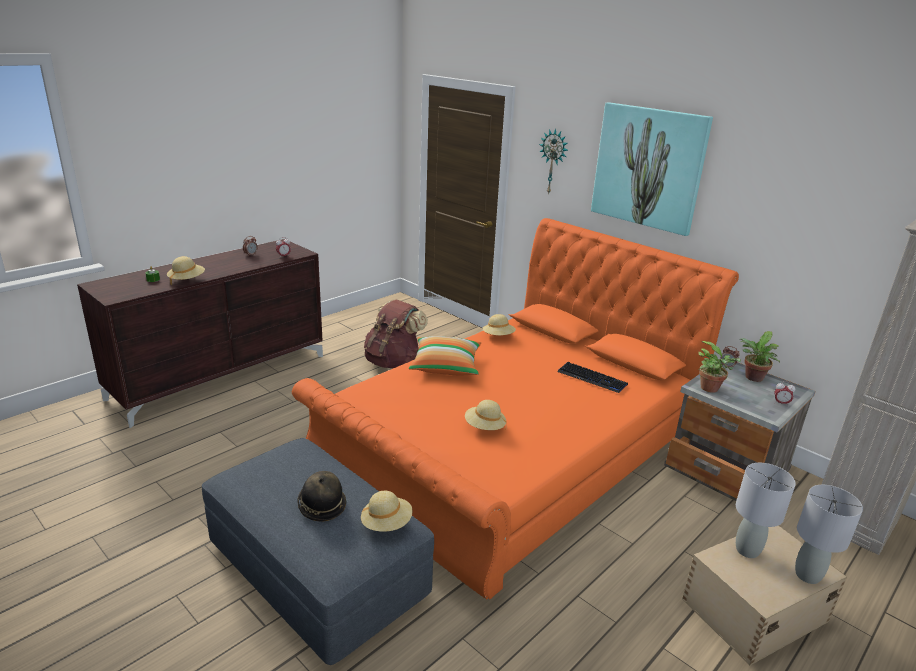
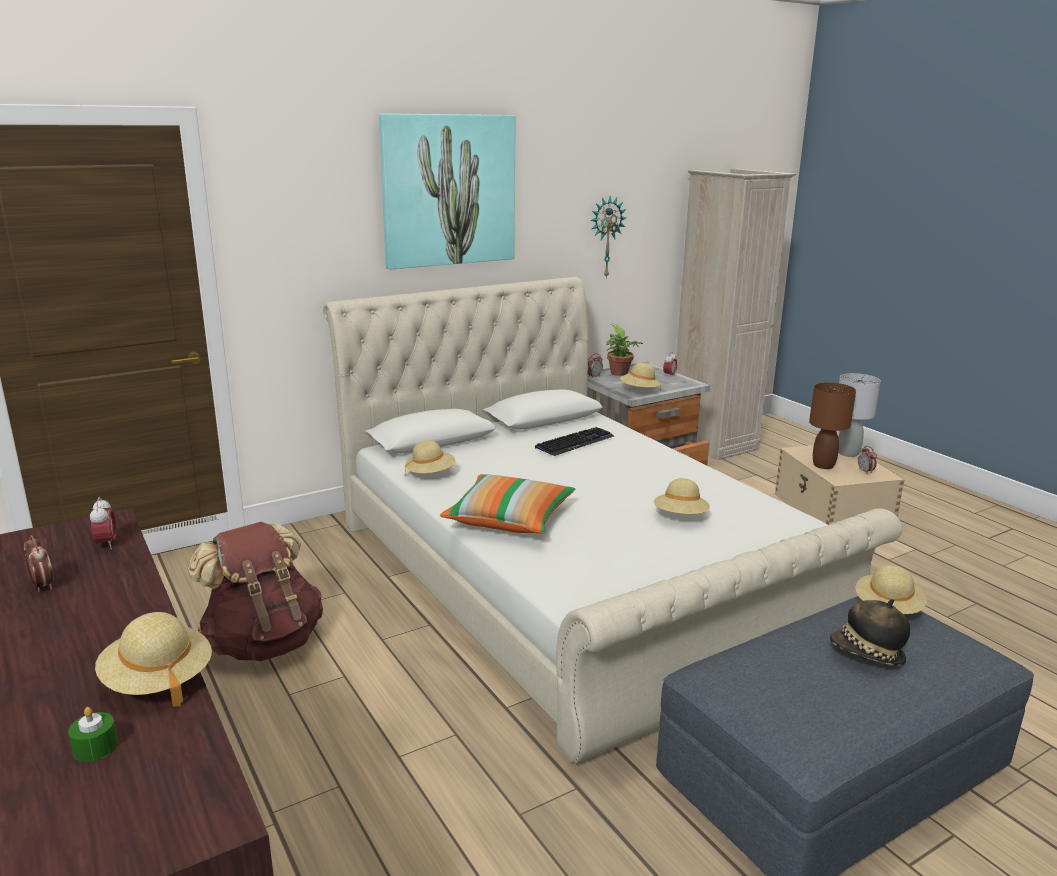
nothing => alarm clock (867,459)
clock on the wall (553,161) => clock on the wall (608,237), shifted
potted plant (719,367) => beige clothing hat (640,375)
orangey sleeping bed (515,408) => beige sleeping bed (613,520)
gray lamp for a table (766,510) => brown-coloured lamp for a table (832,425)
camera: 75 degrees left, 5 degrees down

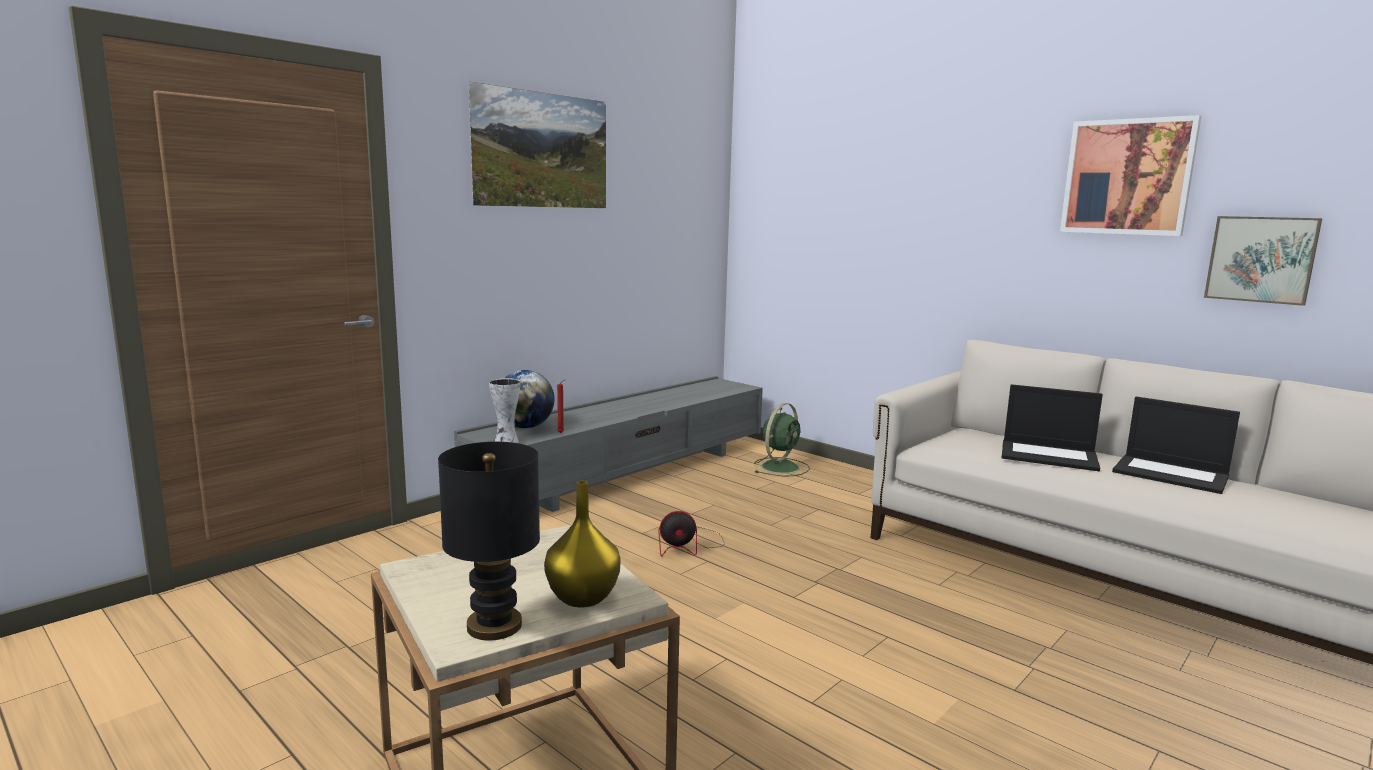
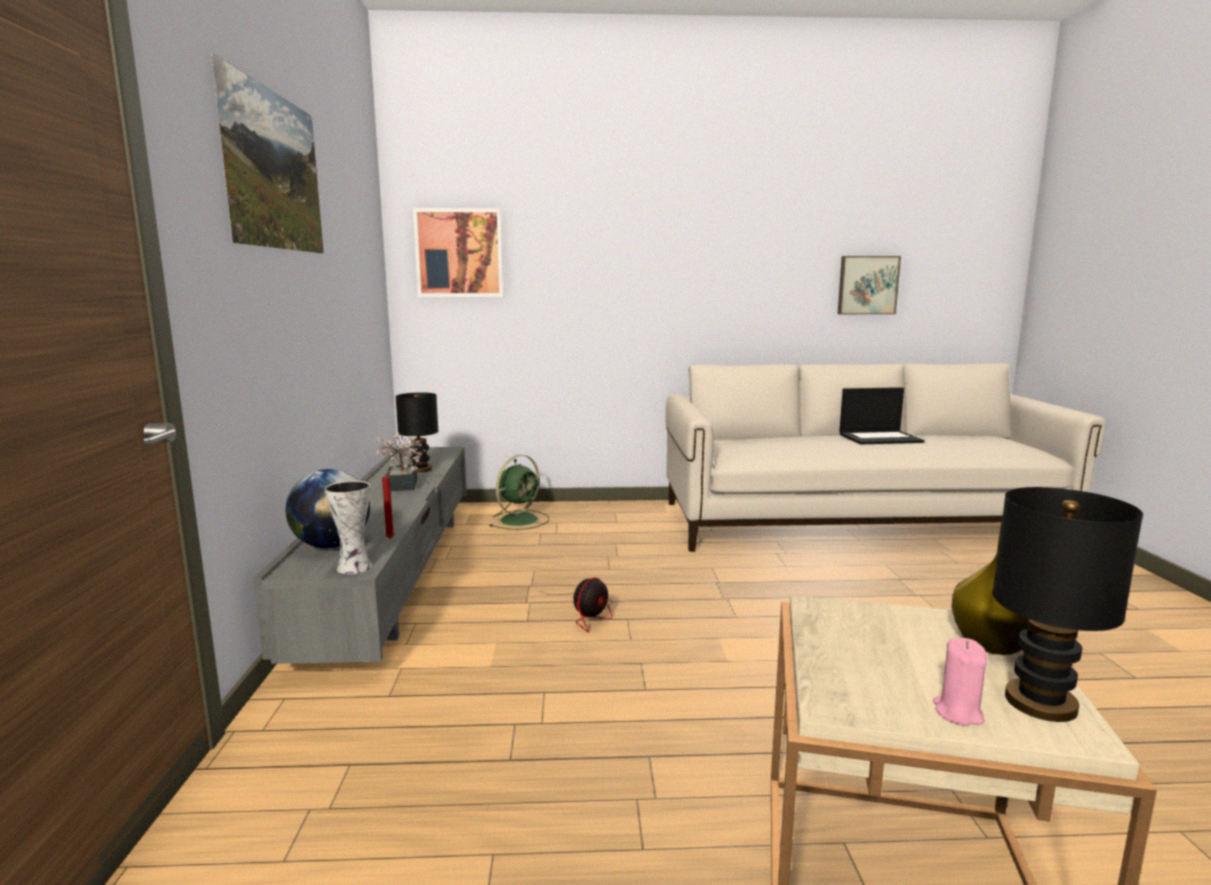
notebook computer (1052,427) => nothing
nothing => potted plant (400,462)
nothing => blackish lamp for a table (416,433)
nothing => pinkish wax candle (960,682)
wall picture (1130,175) => wall picture (458,252), shifted
green fan (782,439) => green fan (519,492), 45 degrees clockwise
camera: 45 degrees left, 0 degrees up

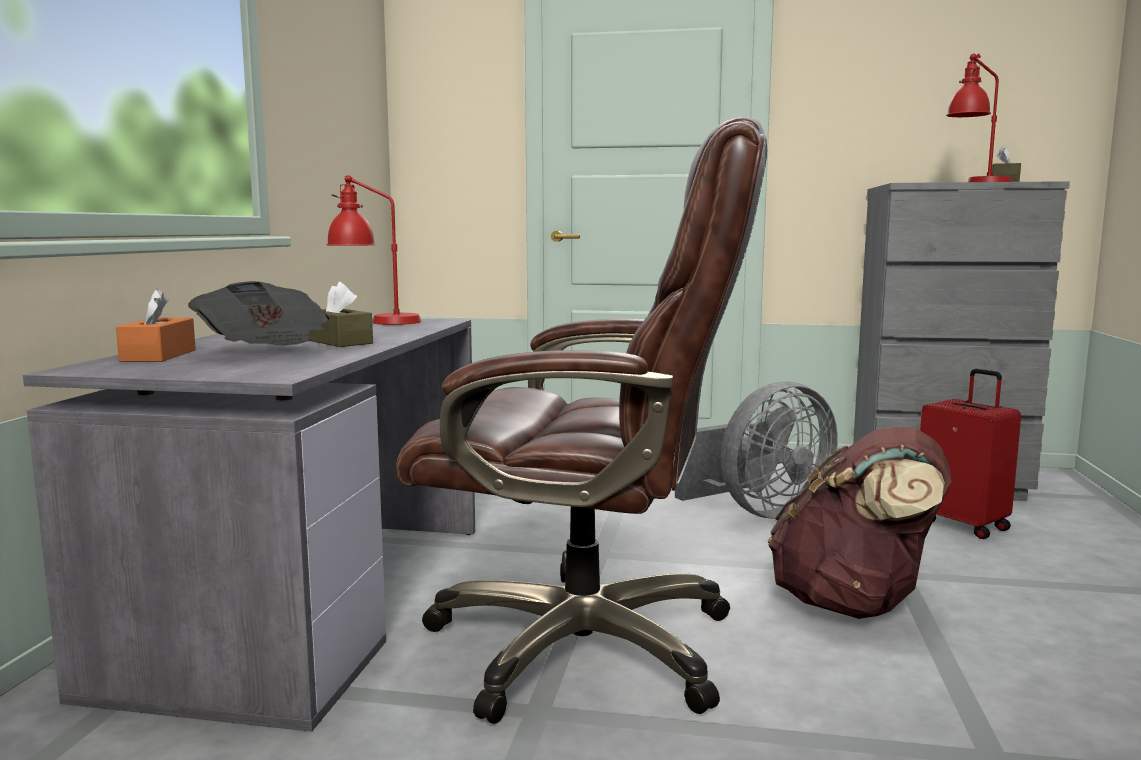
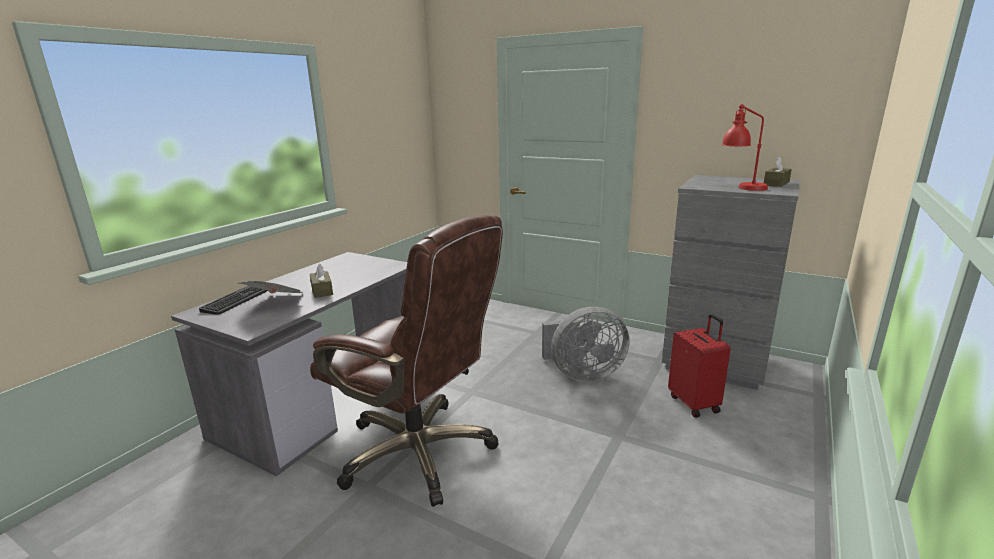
red lamp for a table (373,250) => nothing
brown-coloured rucksack (860,522) => nothing
orangey tissue box (156,325) => computer keyboard (233,300)
camera: 20 degrees right, 10 degrees up

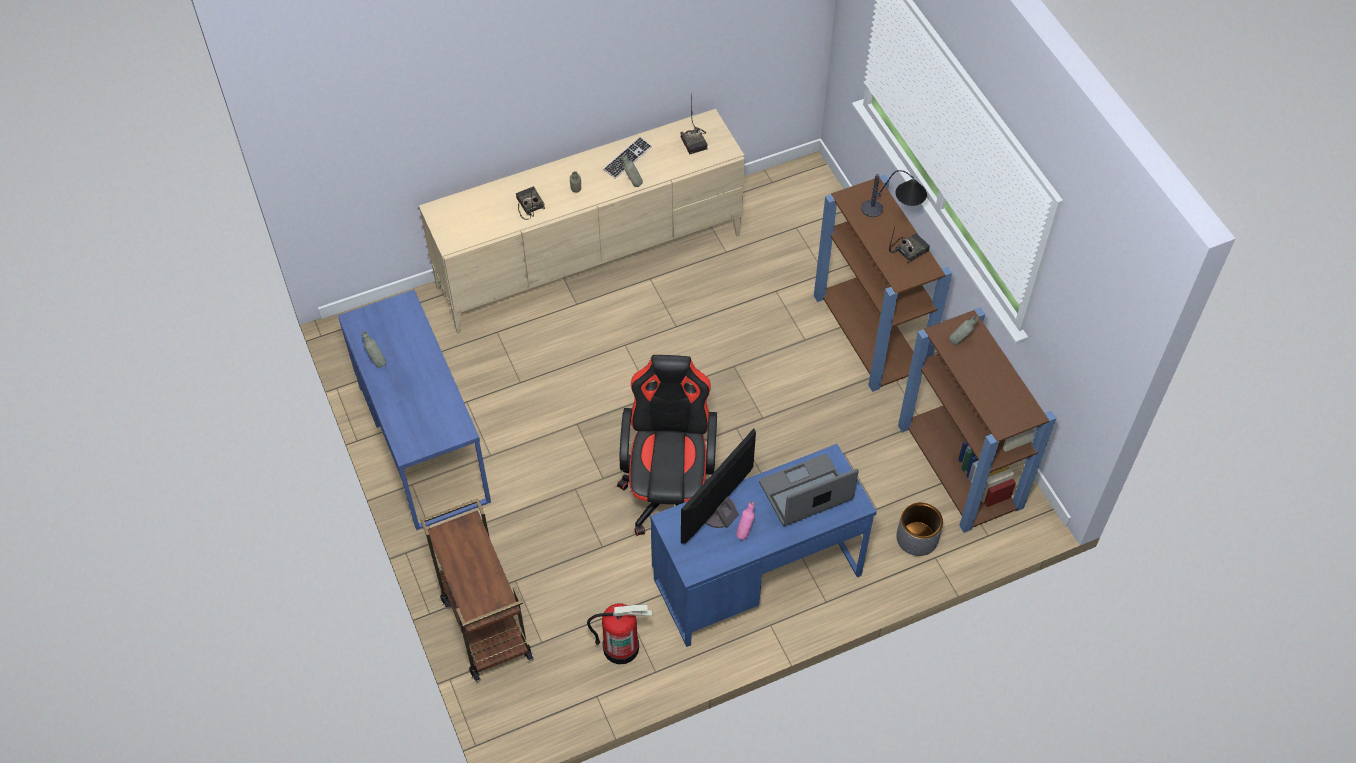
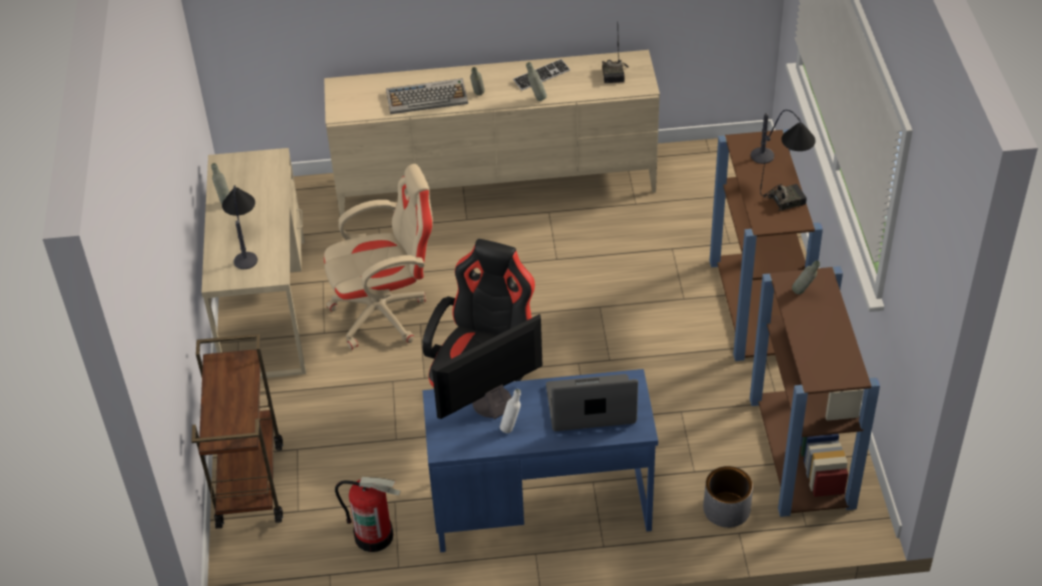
nothing => lamp for a table (240,227)
nothing => beige office chair (378,257)
radio (530,203) => computer keyboard (427,96)
blue desk (414,410) => beige desk (253,263)
pinkish bottle (745,520) => whitish bottle (510,411)
camera: 20 degrees right, 10 degrees down

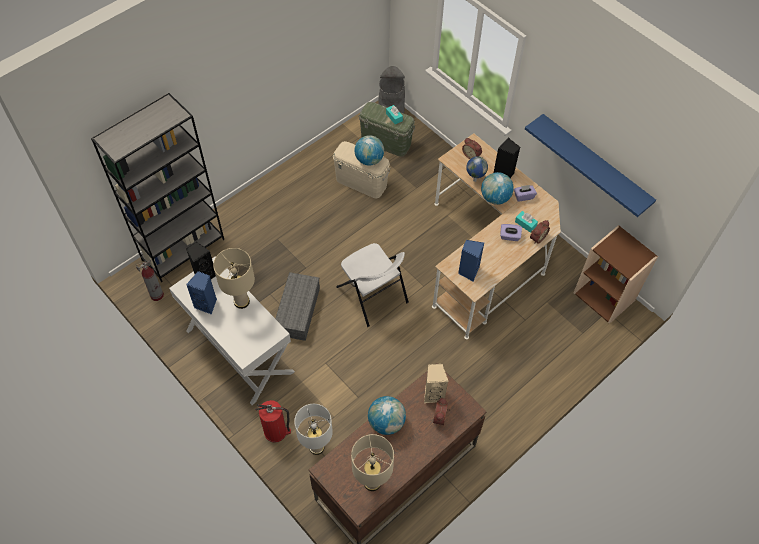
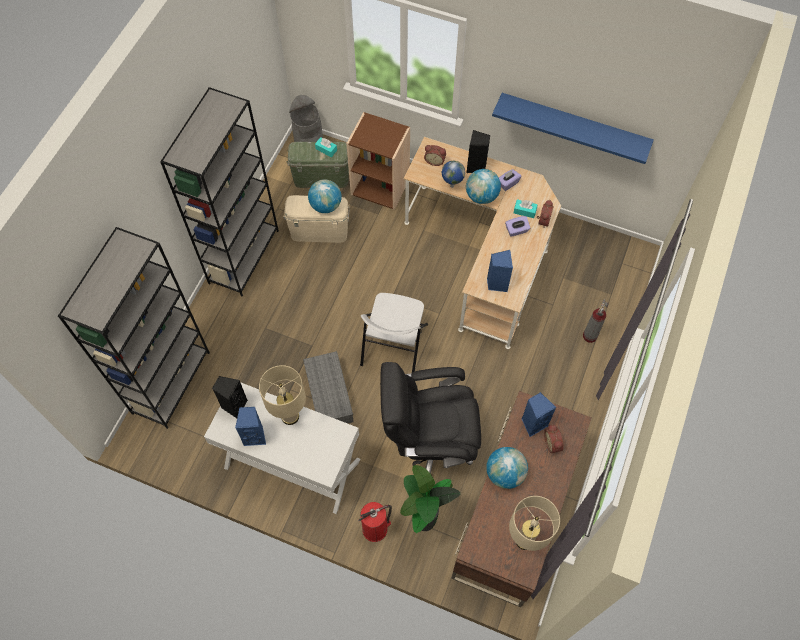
nothing => gray bookcase (219,191)
nothing => blackish office chair (430,418)
fire extinguisher (150,280) => fire extinguisher (595,321), shifted
brown-coloured bookcase (615,274) => brown-coloured bookcase (378,161), shifted
whitish lamp for a table (313,429) => potted plant (430,499)
beige speaker (436,383) => blue speaker (539,414)
whitish upright chair (372,285) => whitish upright chair (394,333), 75 degrees clockwise
camera: 25 degrees left, 5 degrees up

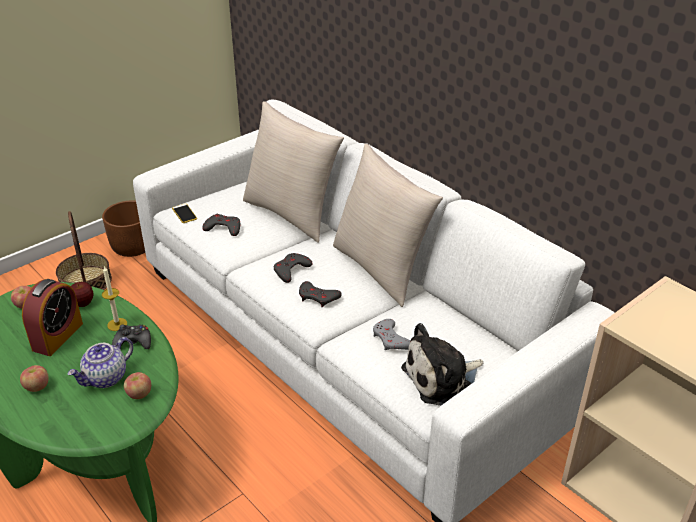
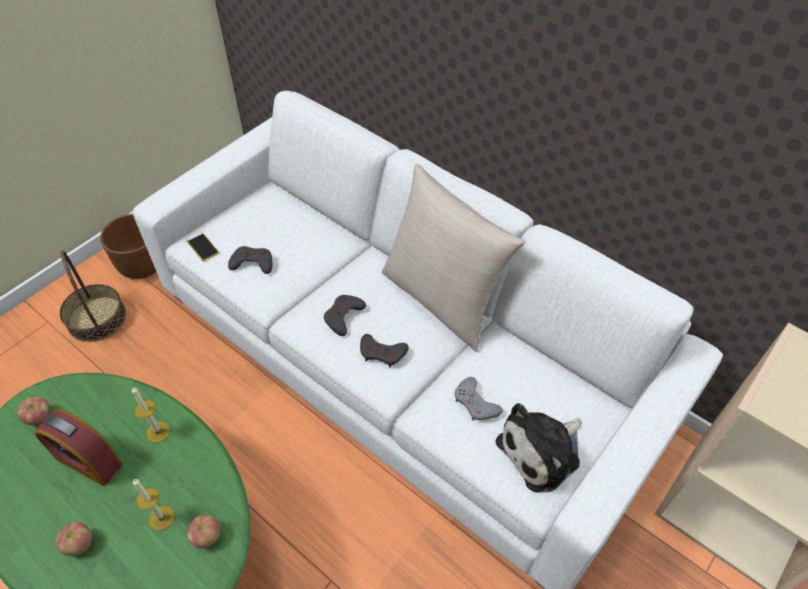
whole apple (82,294) => nothing
blackish joypad (131,336) => nothing
beige throw pillow (293,172) => nothing
tea pot (100,362) => wax candle (154,505)
alarm clock (52,317) => alarm clock (78,447), 105 degrees clockwise
camera: 10 degrees left, 15 degrees up

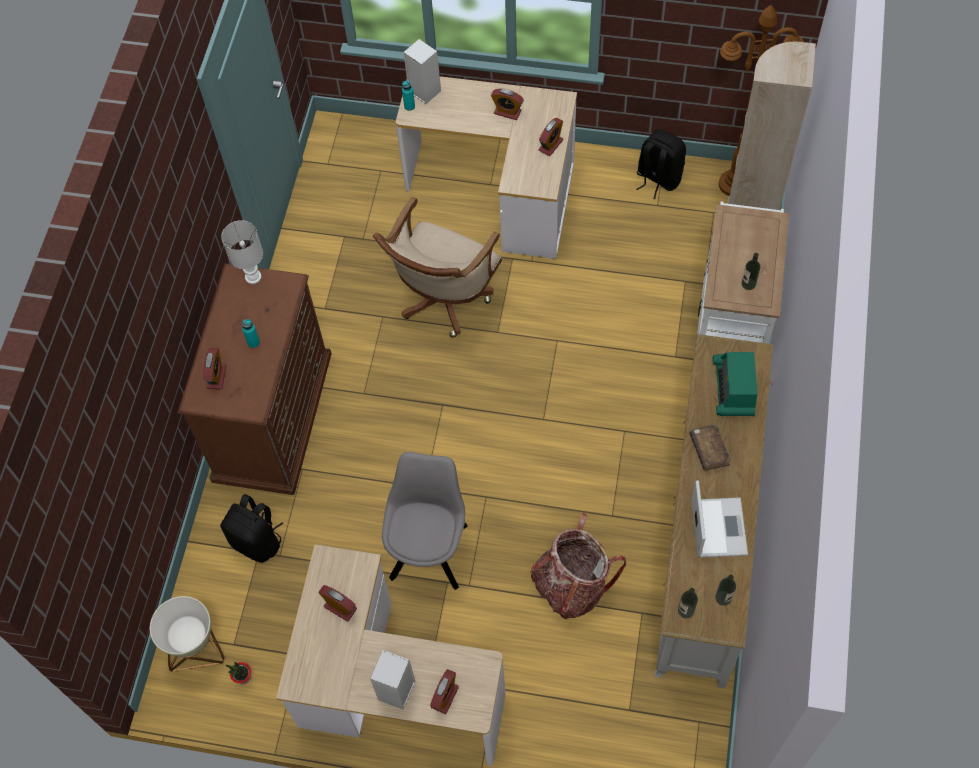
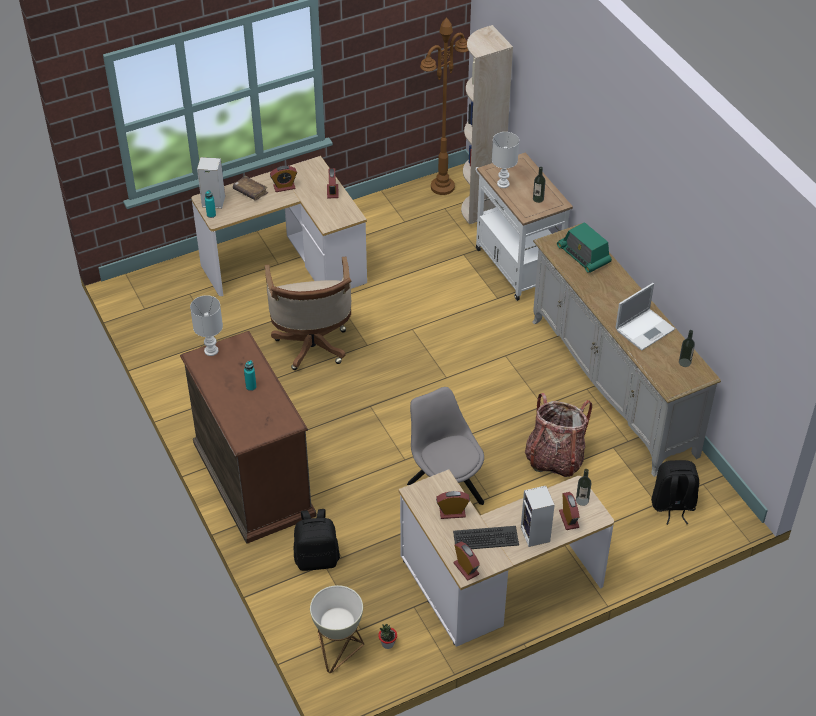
nothing => computer keyboard (486,537)
nothing => whitish lamp for a table (505,160)
alarm clock (215,369) => alarm clock (467,561), shifted
blackish rucksack (661,164) => blackish rucksack (675,492), shifted
bottle (688,603) => bottle (583,487), shifted
brown-coloured book (711,447) => brown-coloured book (250,188), shifted
notebook computer (719,519) => notebook computer (645,317), 90 degrees clockwise
camera: 40 degrees left, 15 degrees down

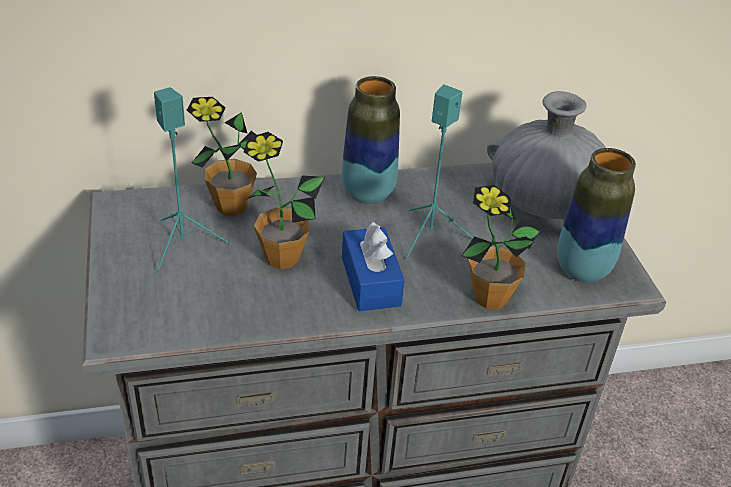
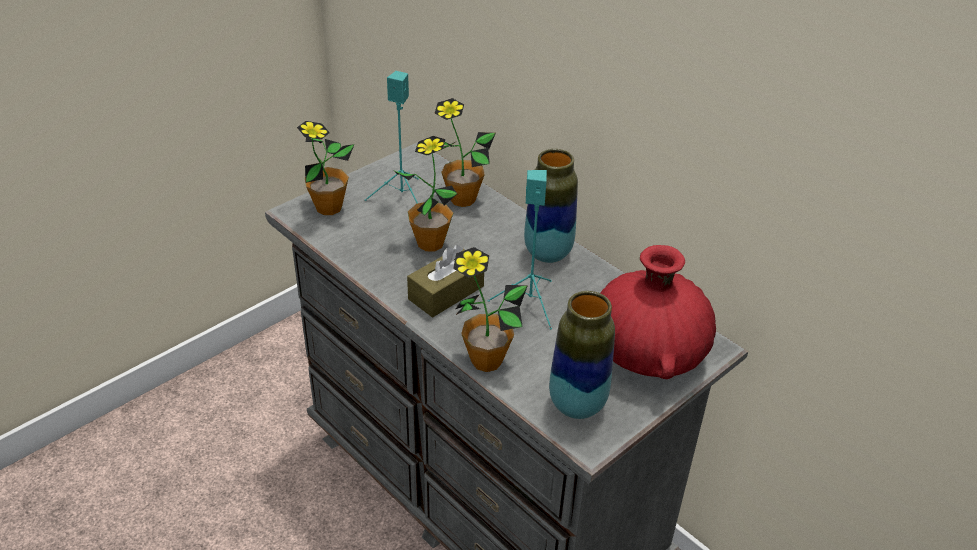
nothing => potted plant (325,168)
blue tissue box (373,266) => brown-coloured tissue box (445,281)
gray vase (546,155) => red vase (658,312)
camera: 60 degrees right, 0 degrees up

